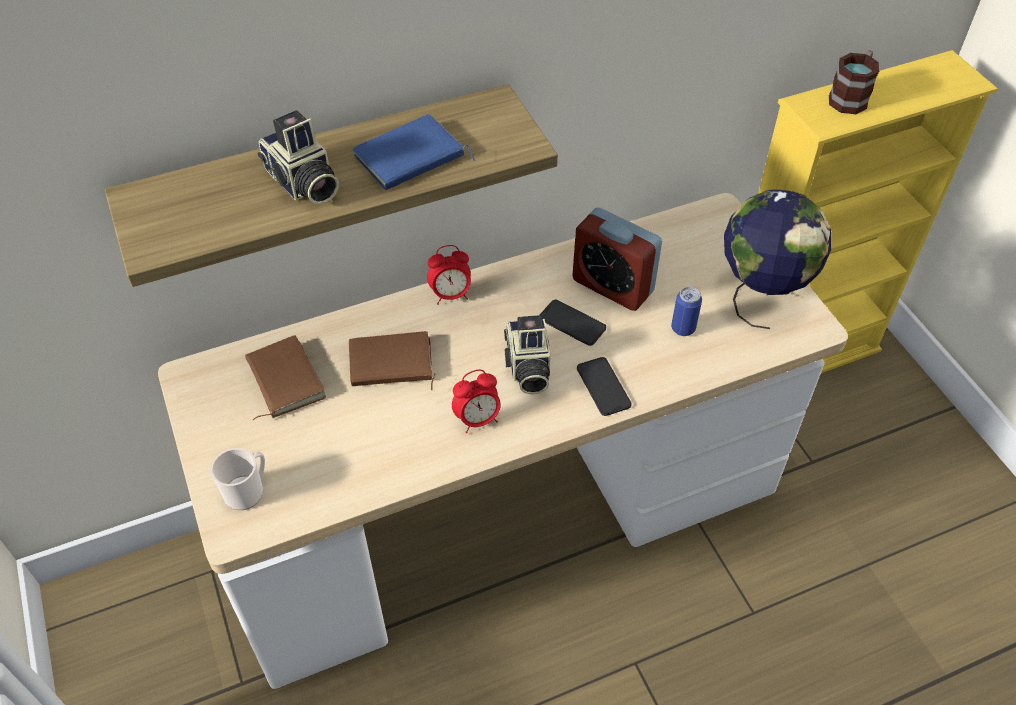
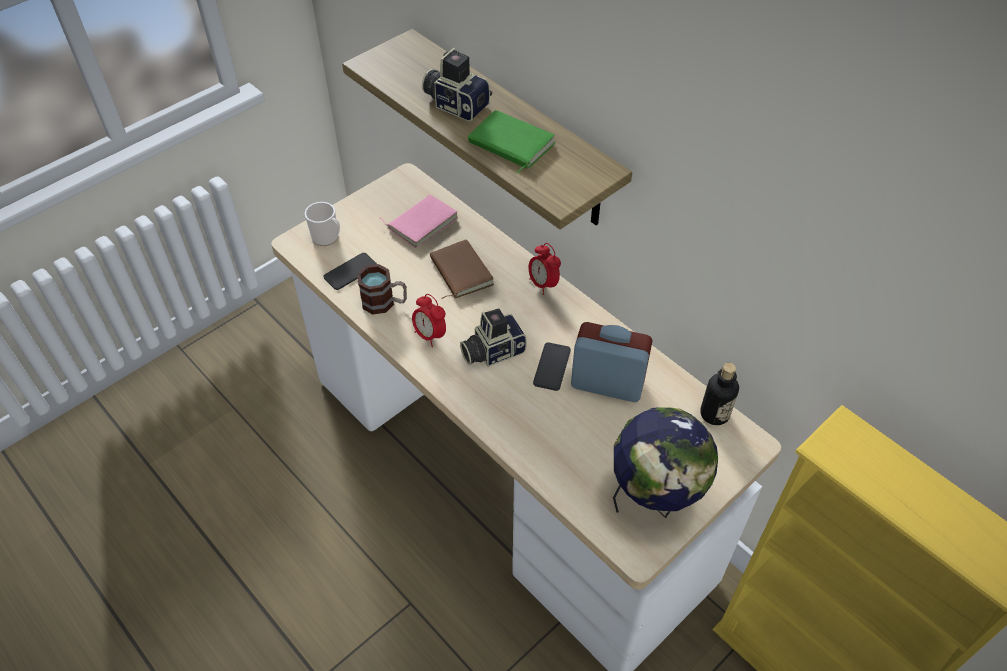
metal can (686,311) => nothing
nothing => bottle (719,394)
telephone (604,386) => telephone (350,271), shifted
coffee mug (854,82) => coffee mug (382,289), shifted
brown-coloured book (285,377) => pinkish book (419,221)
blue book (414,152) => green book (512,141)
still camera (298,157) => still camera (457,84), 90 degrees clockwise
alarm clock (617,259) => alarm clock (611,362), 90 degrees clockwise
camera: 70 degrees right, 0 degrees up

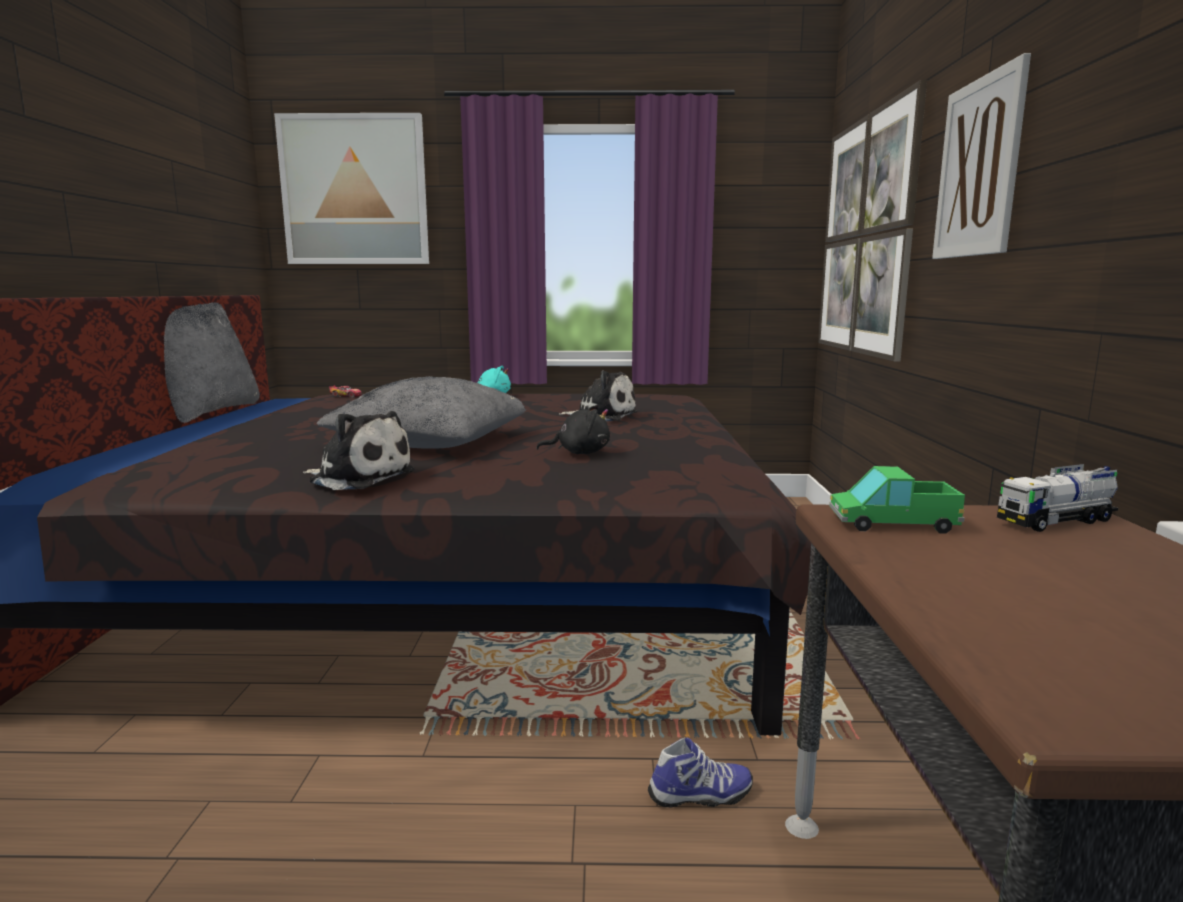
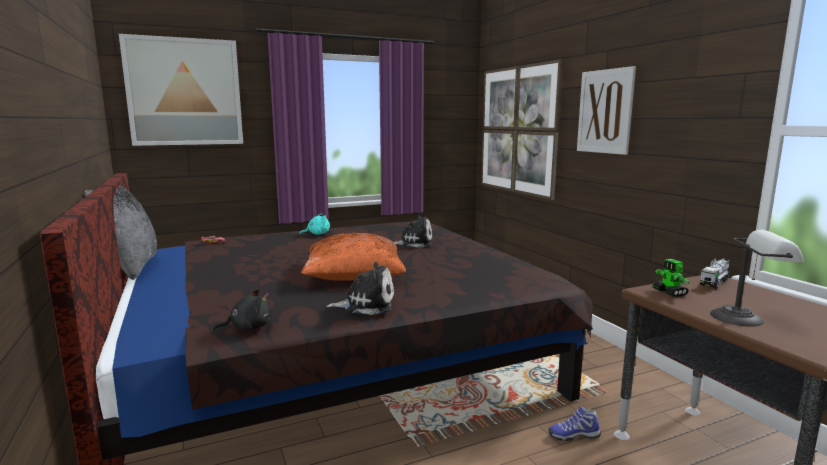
nothing => lamp for a table (757,278)
blackish cuddly toy (573,429) => blackish cuddly toy (241,310), shifted
toy lorry (897,500) => robot figure (670,278)
gray throw pillow (421,412) => orangey throw pillow (353,257)
shoe (700,773) => shoe (575,424), 150 degrees counterclockwise
camera: 25 degrees left, 0 degrees up

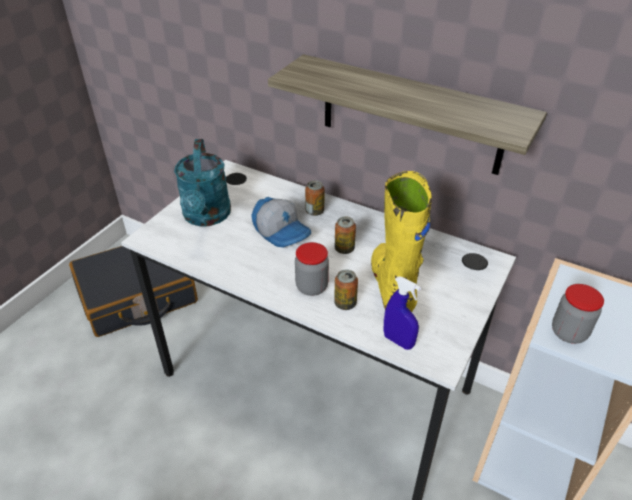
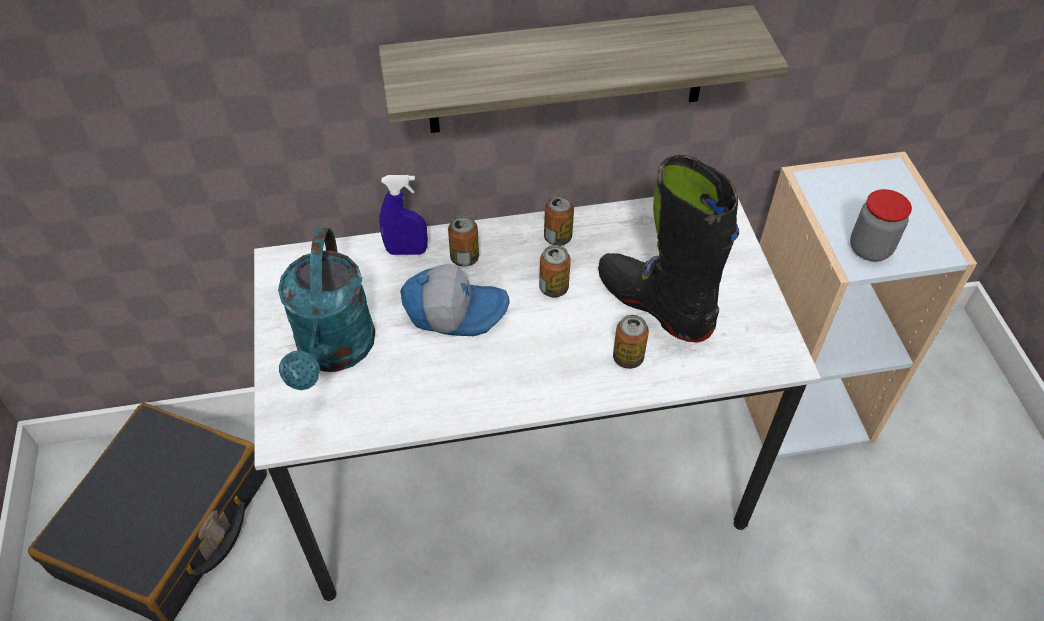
jar (312,269) => nothing
nothing => metal can (559,220)
blue sprayer (402,313) => blue sprayer (403,215), shifted
yellow high-top boot (401,241) => blackish high-top boot (668,249)
turquoise watering pot (202,183) => turquoise watering pot (326,309), 45 degrees clockwise
camera: 40 degrees left, 10 degrees up

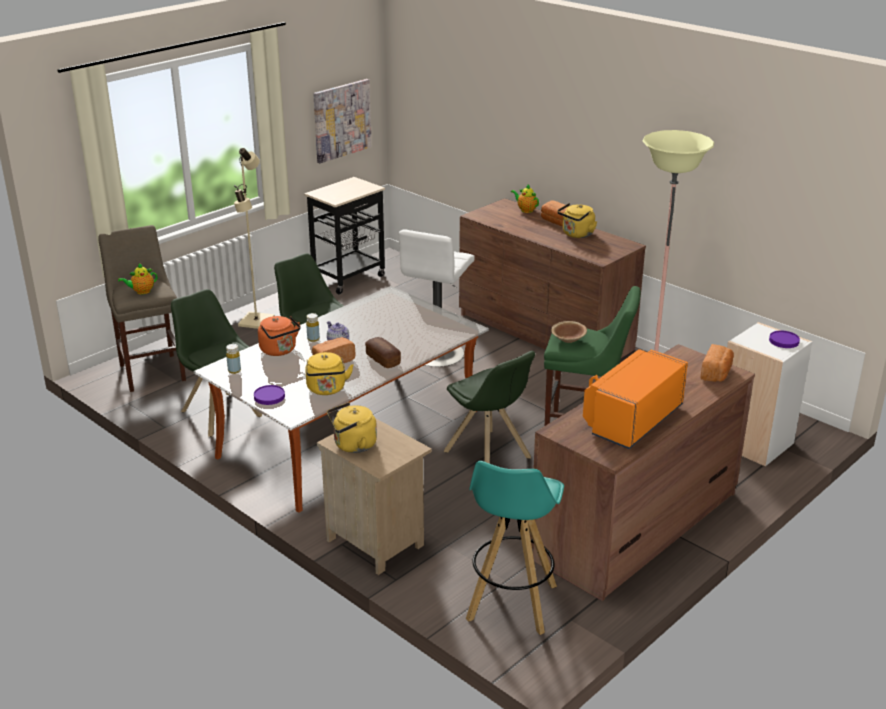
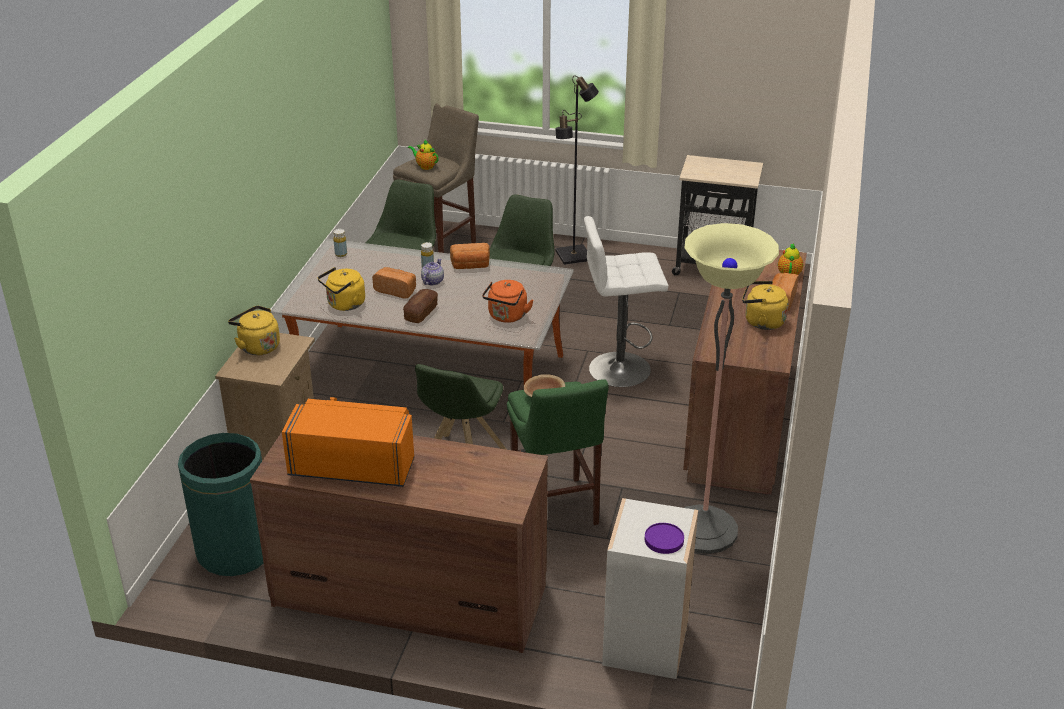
purplish plate (269,395) => nothing
wall picture (342,121) => nothing
orangey water kettle (279,336) => orangey water kettle (508,301), shifted
baked bread (717,363) => baked bread (470,256), shifted
turquoise sitting stool (515,548) => green rubbish bin (221,504)
beige standing lamp (254,238) => blackish standing lamp (577,170)
camera: 60 degrees right, 5 degrees up

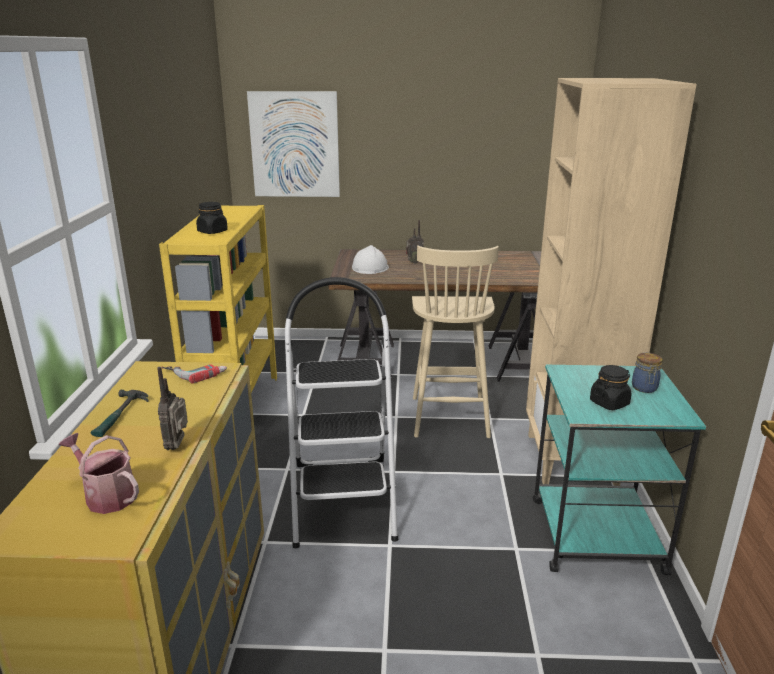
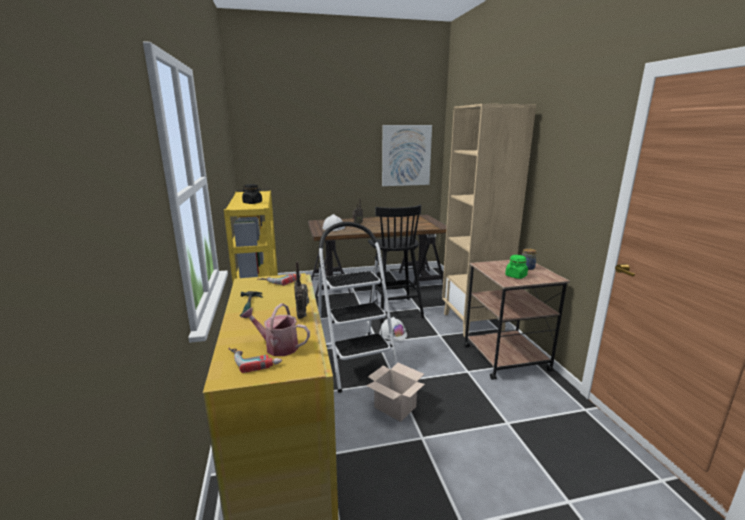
nothing => drill (255,360)
nothing => packing box (395,392)
nothing => whitish work helmet (393,329)
wall picture (293,144) => wall picture (407,155), shifted
beige sitting stool (455,342) => blackish sitting stool (396,264)
turquoise cart (619,470) => brown-coloured cart (517,320)
blackish jar (611,387) => green jar (516,267)
camera: 15 degrees left, 5 degrees down

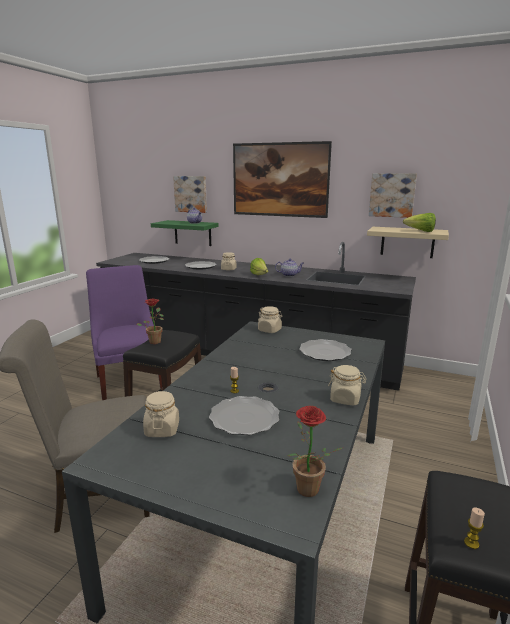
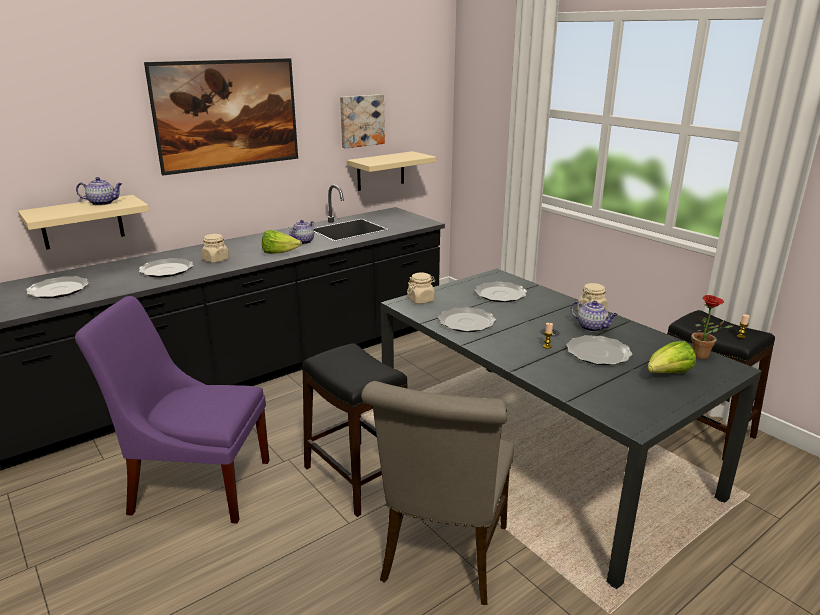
potted plant (150,321) => nothing
beige jar (161,414) => nothing
wall picture (190,194) => nothing
nothing => plate (467,319)
nothing => tea pot (594,316)
head of lettuce (419,222) => head of lettuce (671,357), shifted
green shelf (185,233) => beige shelf (83,222)
camera: 60 degrees left, 5 degrees up

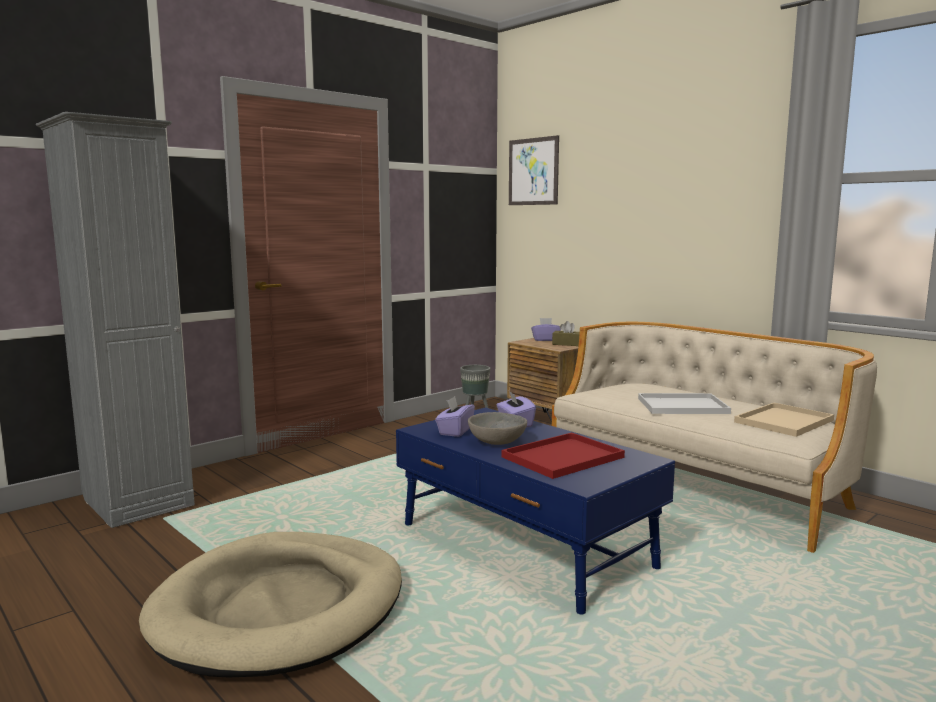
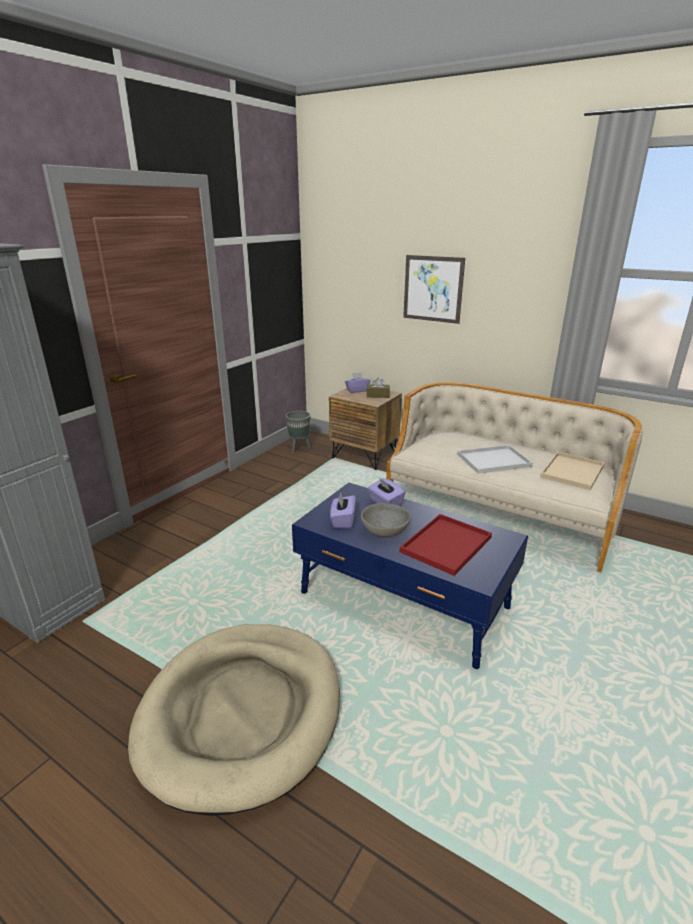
wall picture (534,170) => wall picture (434,289), shifted
camera: 15 degrees left, 15 degrees up

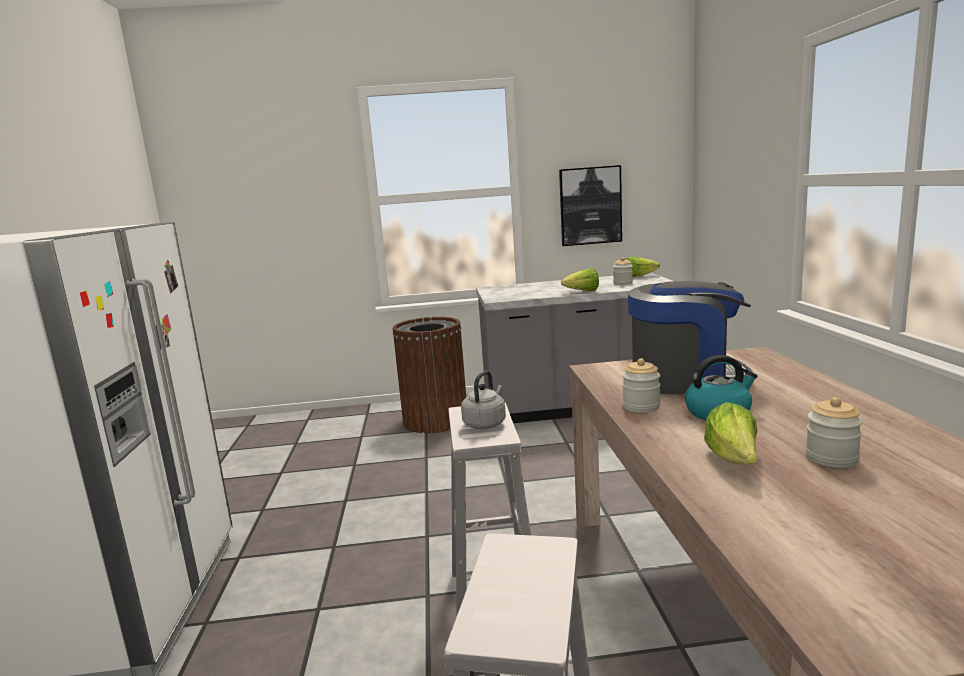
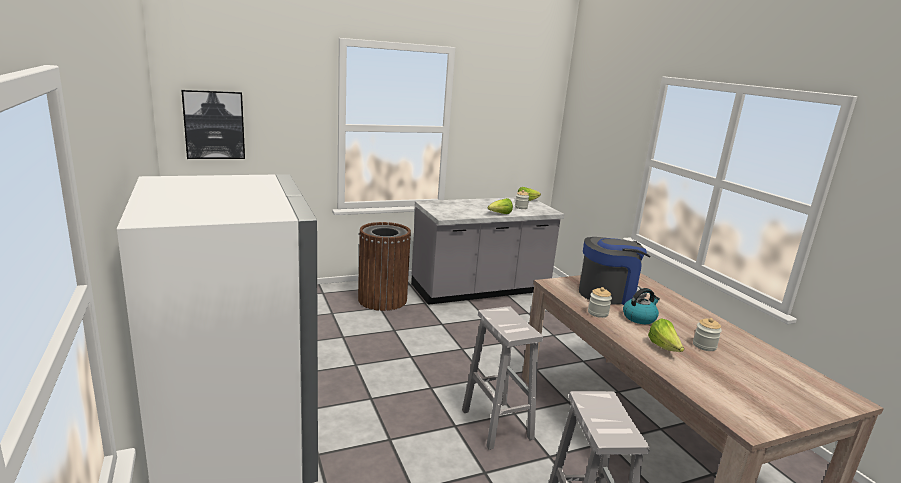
gray water kettle (483,400) => nothing
wall picture (590,205) => wall picture (213,124), shifted
camera: 20 degrees left, 5 degrees up

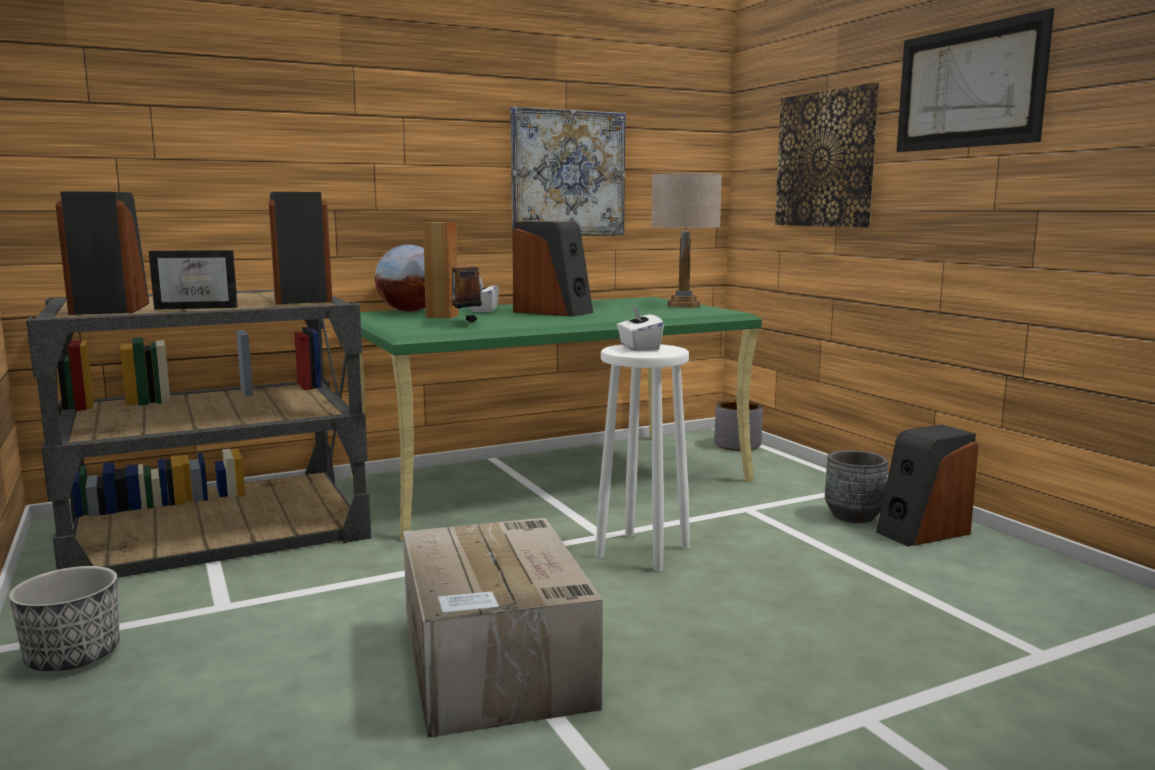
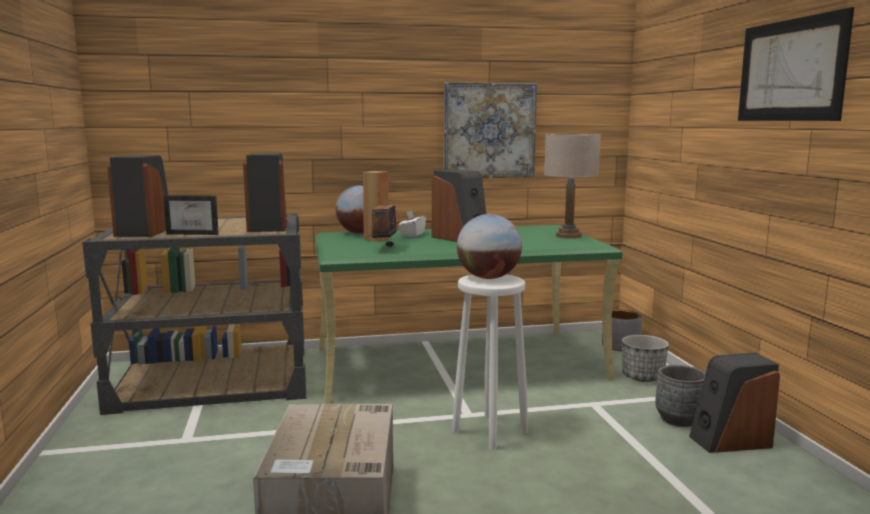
wall picture (827,155) => nothing
flower pot (64,618) => flower pot (645,358), shifted
whitish tissue box (640,328) => world globe (489,246)
camera: 15 degrees right, 0 degrees up

